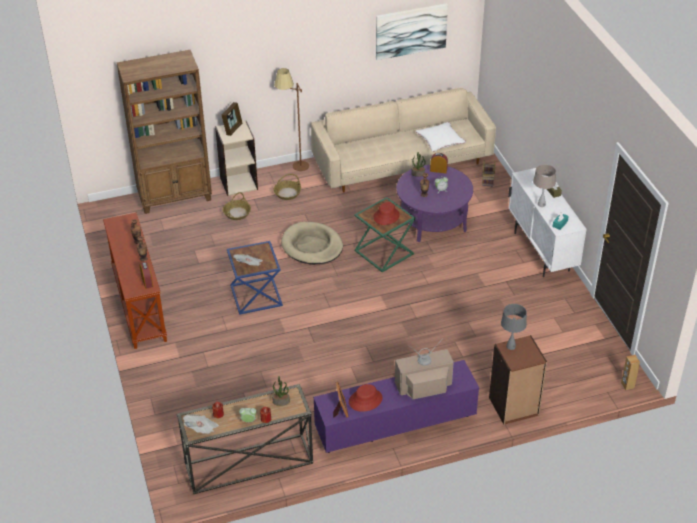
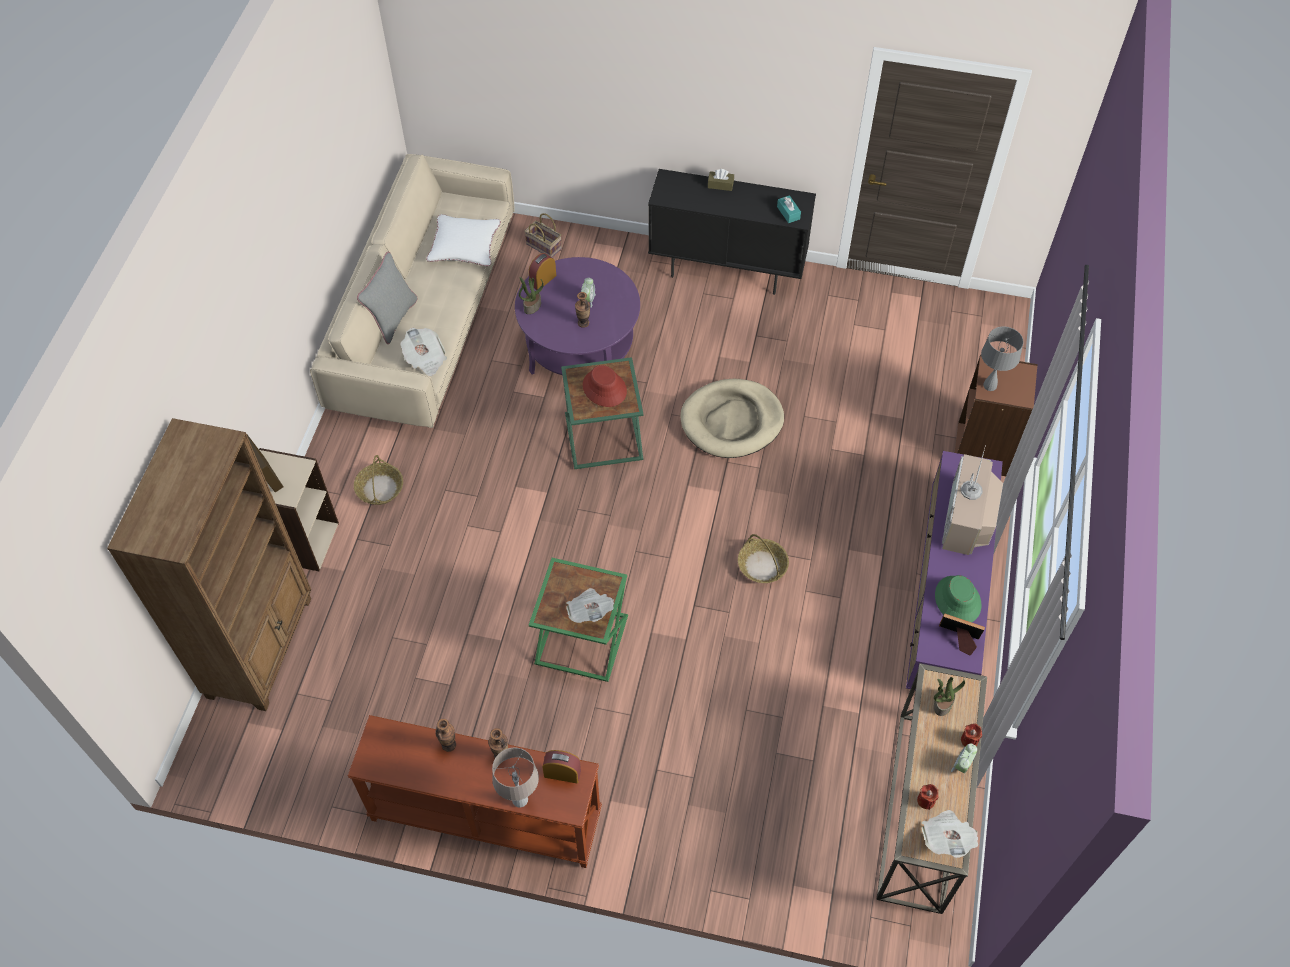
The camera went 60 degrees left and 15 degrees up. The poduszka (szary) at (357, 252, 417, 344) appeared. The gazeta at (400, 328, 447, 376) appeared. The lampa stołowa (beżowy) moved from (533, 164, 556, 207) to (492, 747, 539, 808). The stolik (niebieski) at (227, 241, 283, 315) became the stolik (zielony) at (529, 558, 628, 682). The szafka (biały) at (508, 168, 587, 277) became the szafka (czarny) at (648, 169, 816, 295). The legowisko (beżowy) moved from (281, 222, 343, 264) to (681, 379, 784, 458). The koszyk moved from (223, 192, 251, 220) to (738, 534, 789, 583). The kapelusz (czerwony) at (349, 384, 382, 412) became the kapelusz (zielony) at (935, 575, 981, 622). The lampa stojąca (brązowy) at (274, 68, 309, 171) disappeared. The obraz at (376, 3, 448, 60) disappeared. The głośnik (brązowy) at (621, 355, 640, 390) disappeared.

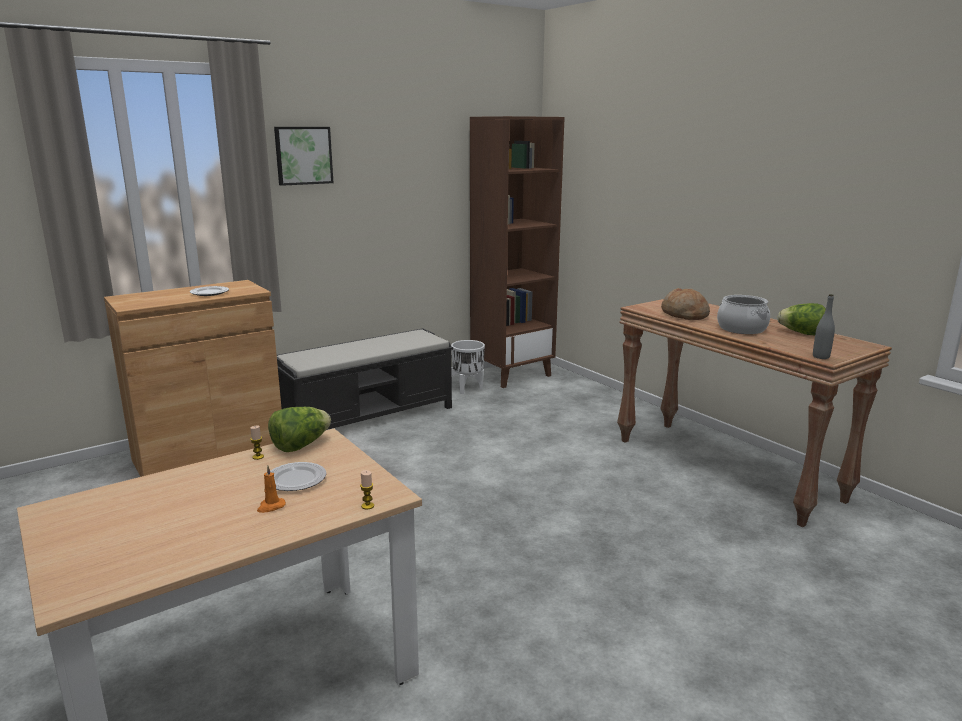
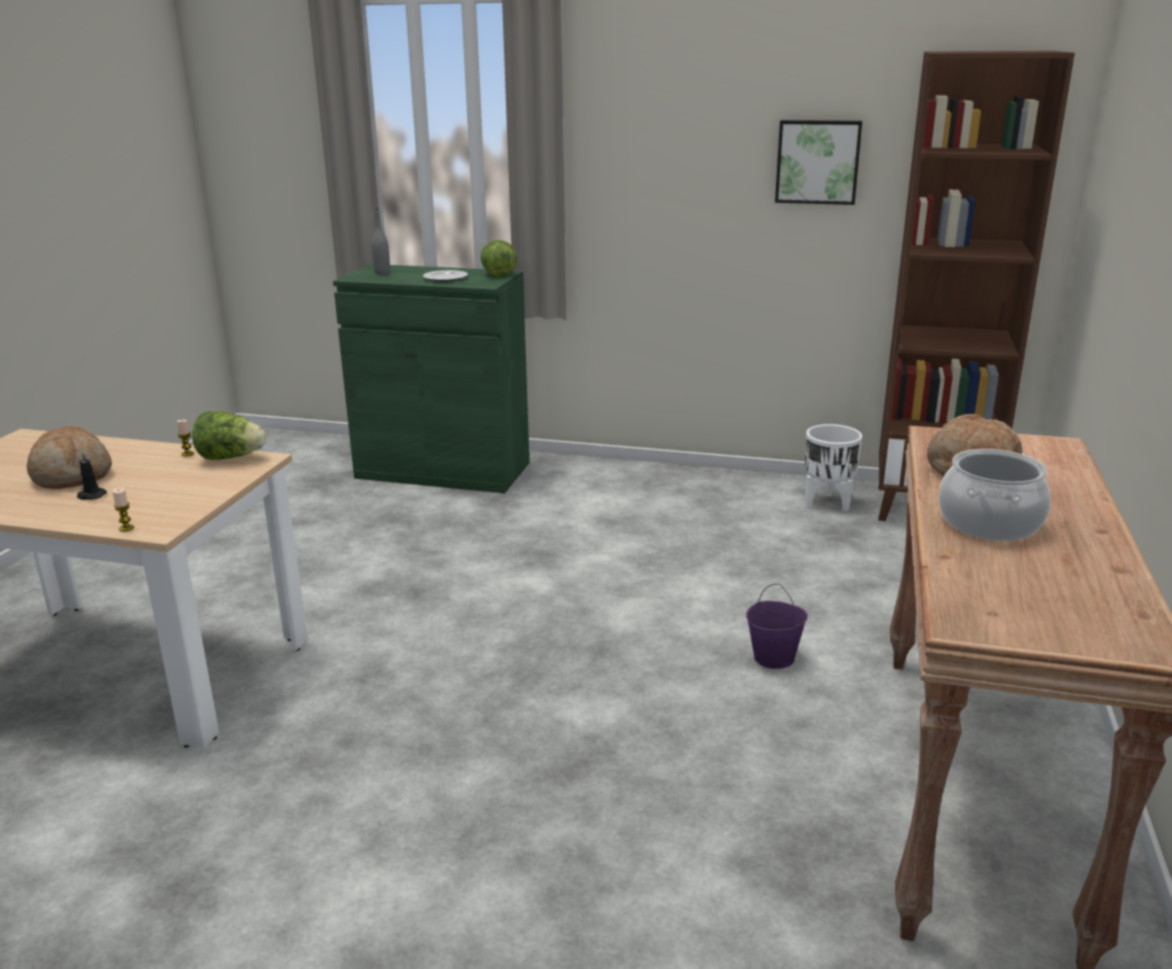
The camera went 50 degrees right and 5 degrees up. The chleb at (27, 426, 112, 489) appeared. The świeca (pomarańczowy) at (257, 466, 286, 513) became the świeca (czarny) at (77, 451, 107, 500). The szafka (brązowy) at (104, 280, 282, 477) became the szafka (zielony) at (333, 264, 529, 493). The butelka (szary) moved from (813, 294, 835, 359) to (372, 209, 390, 275). The sałata moved from (777, 303, 826, 335) to (481, 240, 517, 277). The wiadro (fioletowy) at (746, 584, 808, 669) appeared. The obraz moved from (274, 127, 333, 186) to (775, 120, 862, 205). The talerz at (270, 462, 326, 491) disappeared. The ławka (czarny) at (277, 328, 453, 430) disappeared.

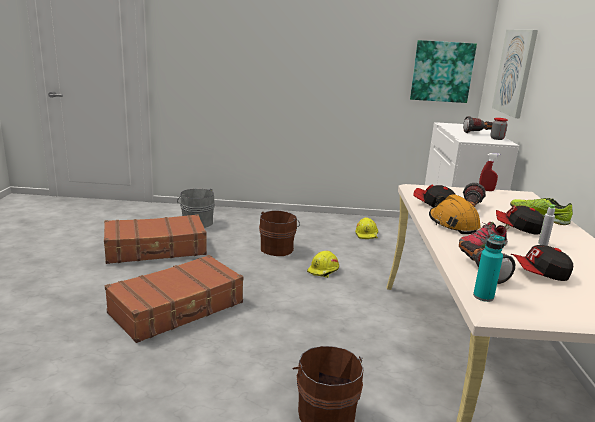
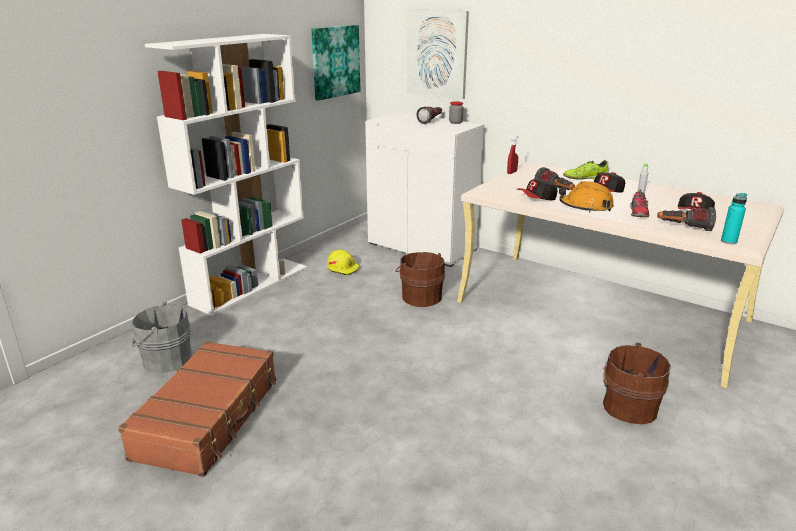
The camera went 55 degrees left and 5 degrees up. The regał (biały) at (145, 34, 307, 316) appeared. The wiadro (brązowy) moved from (259, 211, 300, 256) to (396, 252, 445, 307). The walizka (brązowy) at (105, 255, 243, 343) disappeared. The kask (żółty) at (307, 250, 339, 278) disappeared.

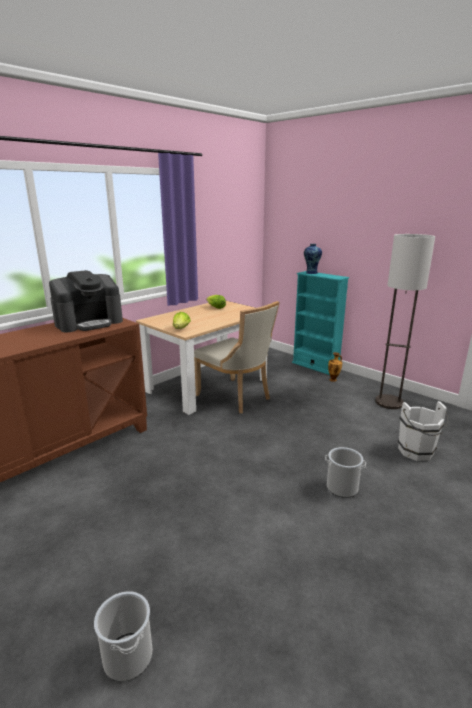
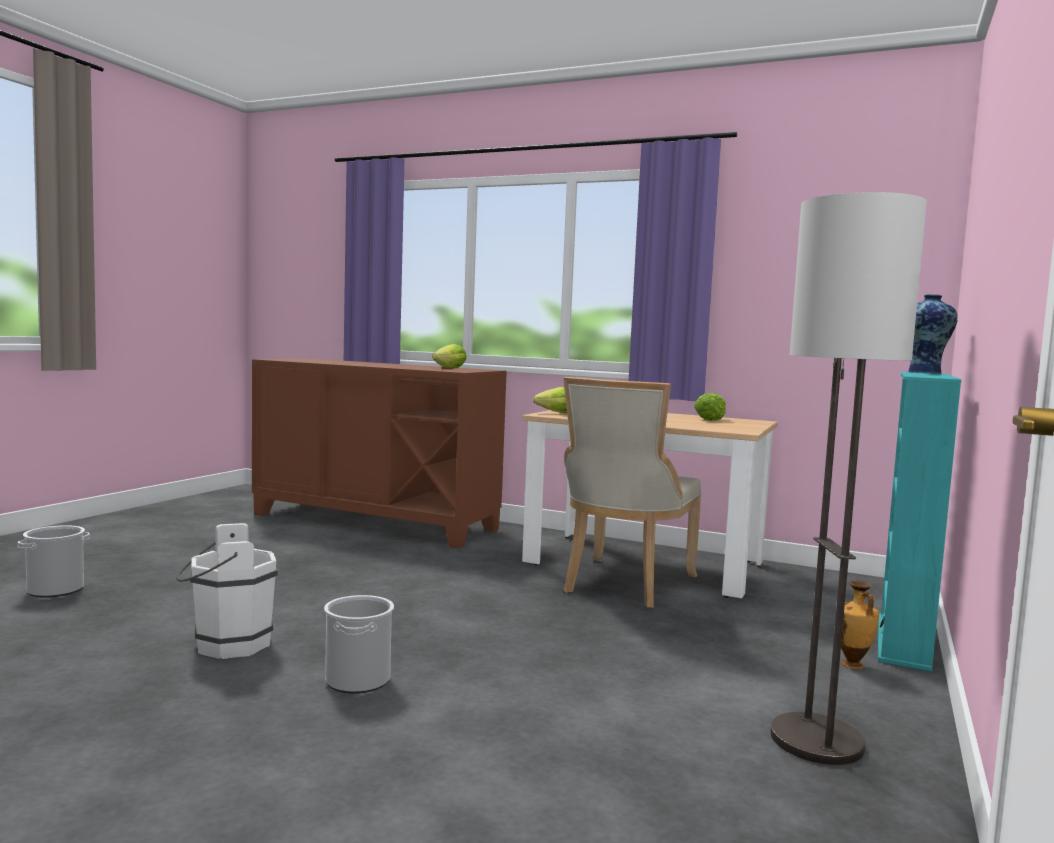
The camera went 70 degrees right and 15 degrees down. The wiadro (biały) moved from (398, 401, 448, 461) to (176, 523, 278, 659). The ekspres do kawy at (49, 270, 123, 332) was replaced by the sałata at (432, 344, 467, 368).

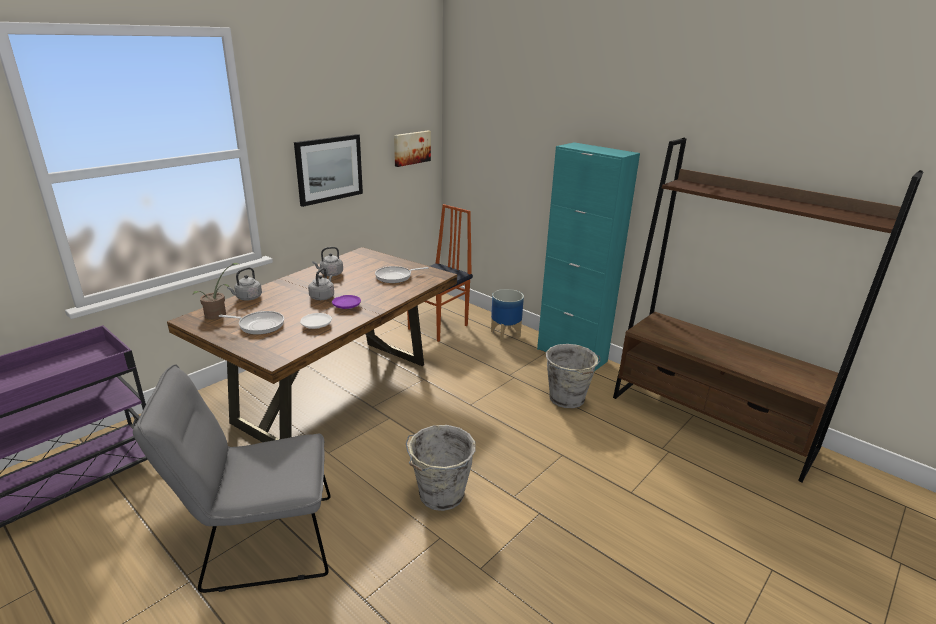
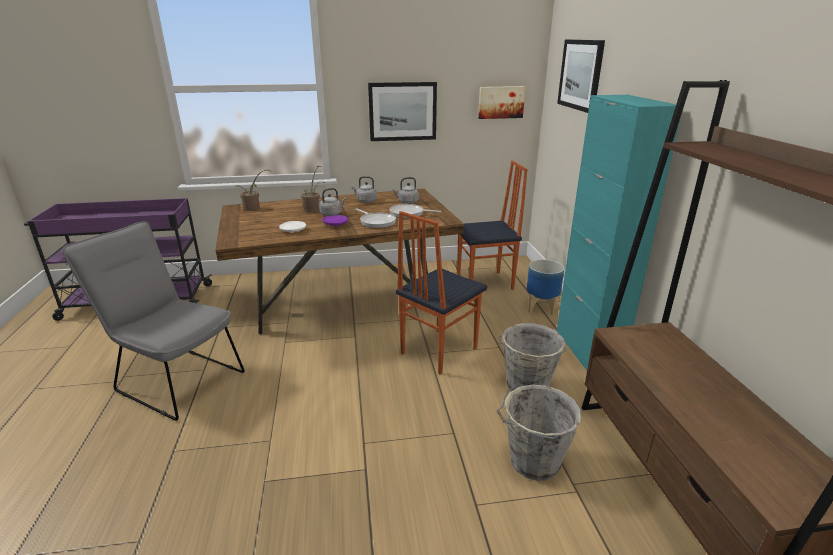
The camera went 40 degrees right and 0 degrees up. The roślina doniczkowa at (301, 166, 325, 213) appeared. The patelnia moved from (219, 311, 284, 335) to (355, 208, 396, 228). The czajnik (szary) moved from (227, 267, 262, 301) to (392, 177, 419, 204). The krzesło at (396, 211, 487, 375) appeared. The wiadro (szary) moved from (406, 425, 476, 511) to (497, 384, 581, 481). The obraz at (557, 40, 605, 113) appeared.

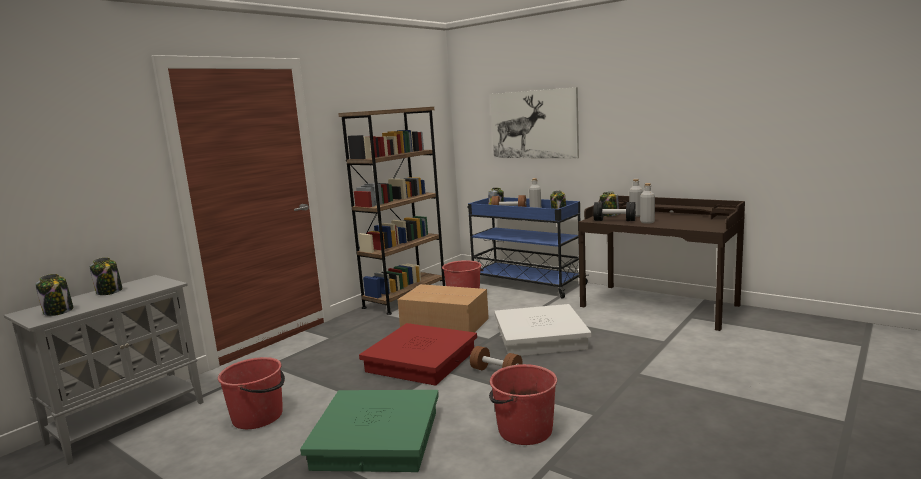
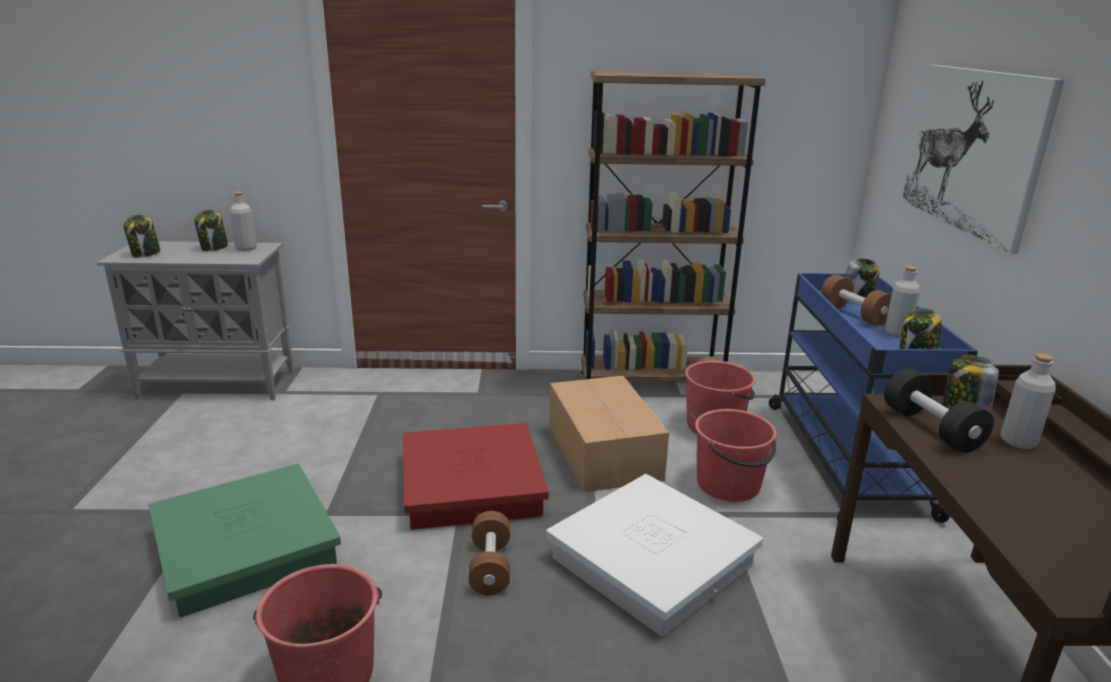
The camera went 50 degrees right and 10 degrees up. The butelka (szary) moved from (640, 183, 655, 224) to (230, 192, 257, 251). The wiadro (czerwony) moved from (218, 357, 285, 429) to (695, 409, 776, 502).

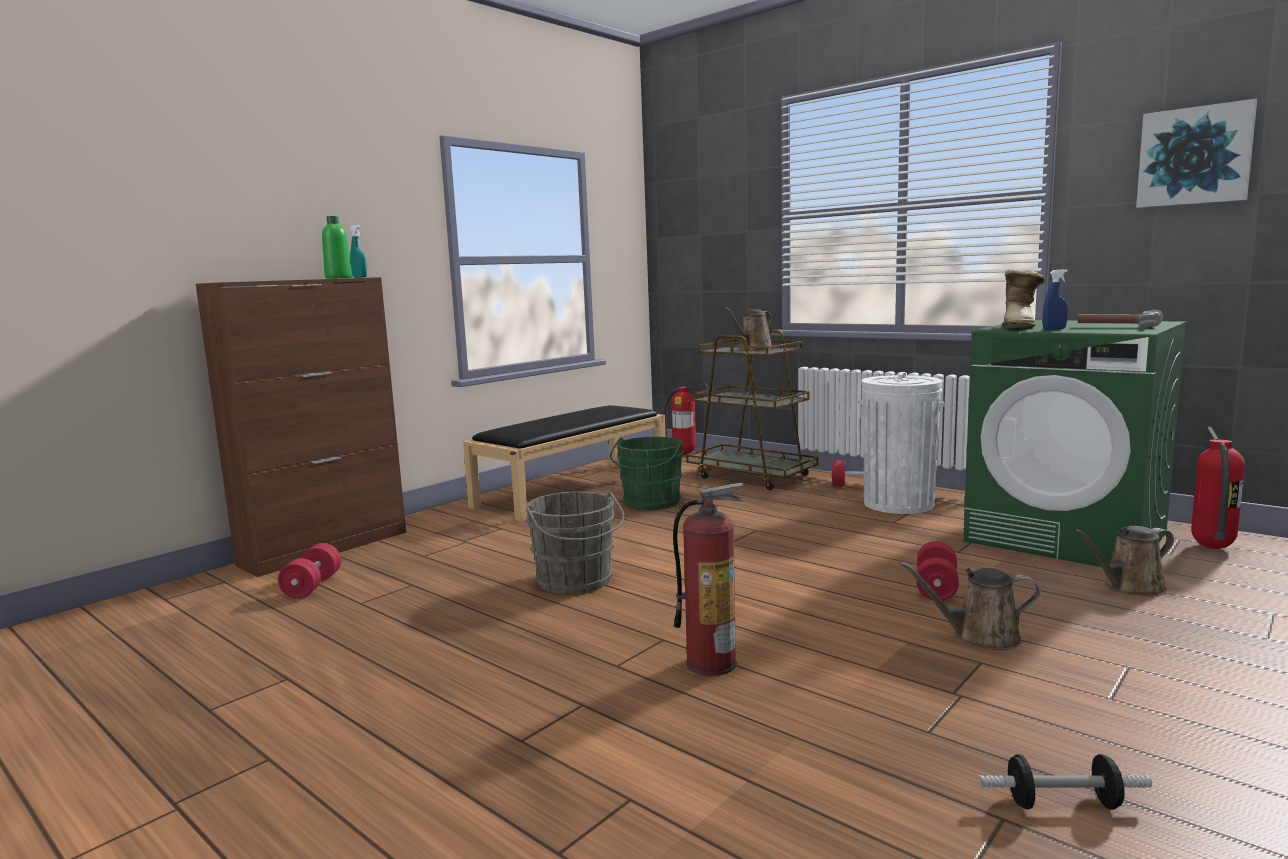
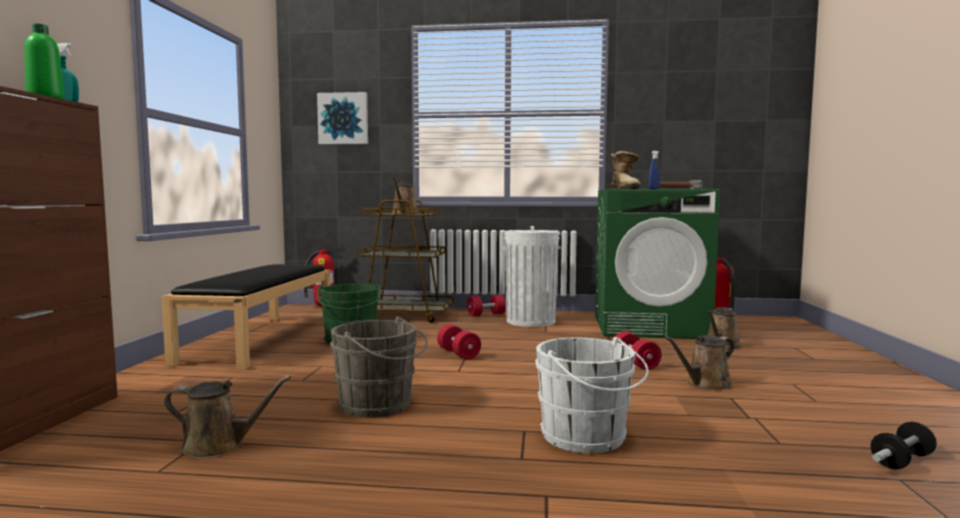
The camera went 35 degrees left and 5 degrees down. The konewka (brązowy) at (164, 376, 291, 459) appeared. The obraz moved from (1136, 99, 1257, 208) to (317, 92, 368, 145). The hantel (czerwony) moved from (278, 543, 341, 599) to (437, 324, 481, 359). The gaśnica at (673, 483, 743, 676) was replaced by the wiadro (biały) at (535, 337, 649, 453).

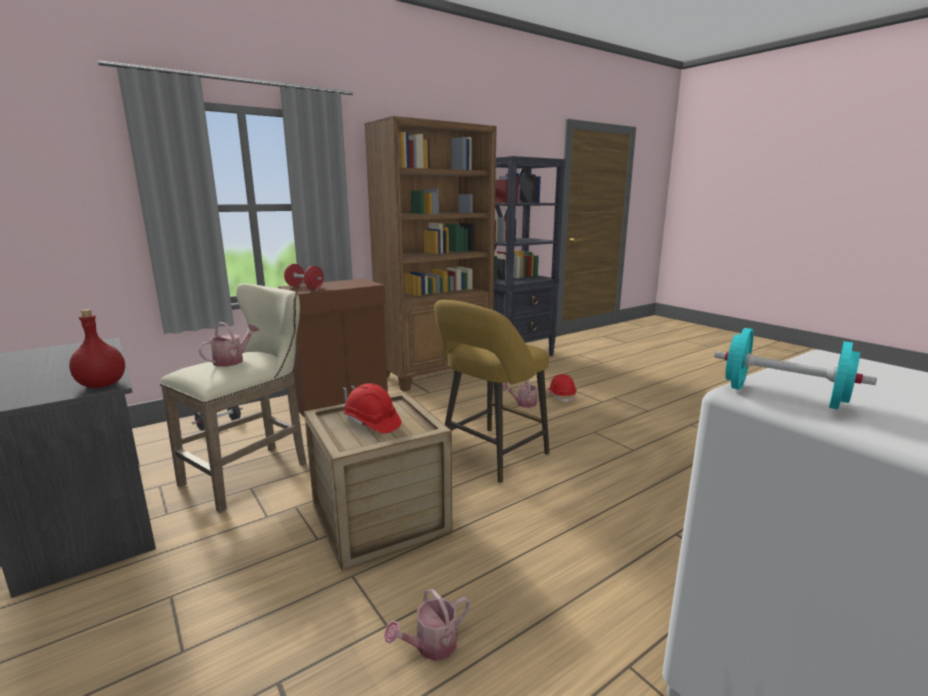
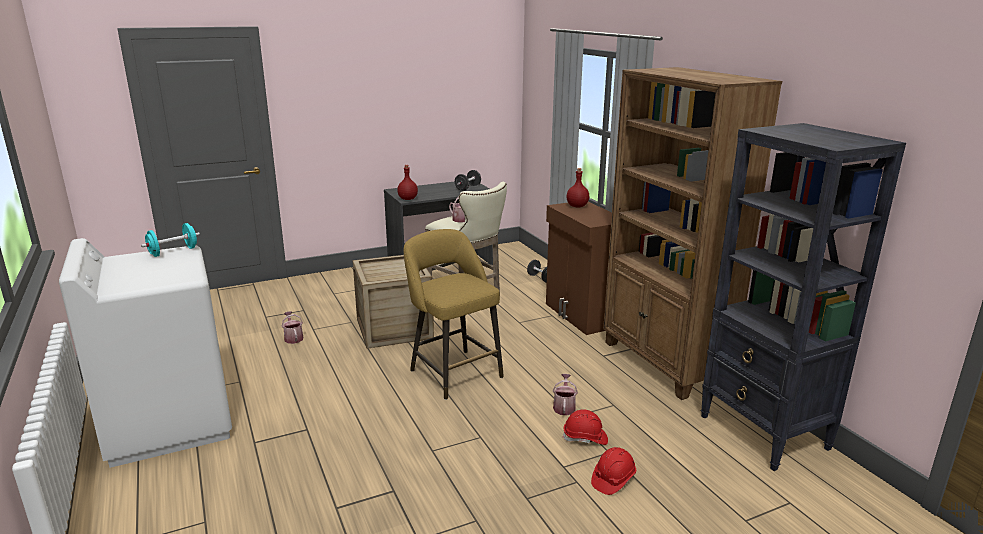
The camera went 100 degrees right and 5 degrees up. The hantel (czarny) at (455, 170, 481, 191) appeared. The hantel (czerwony) at (284, 264, 324, 289) was replaced by the butelka (czerwony) at (567, 168, 589, 207). The kask (czerwony) moved from (344, 384, 402, 433) to (591, 447, 636, 495).

